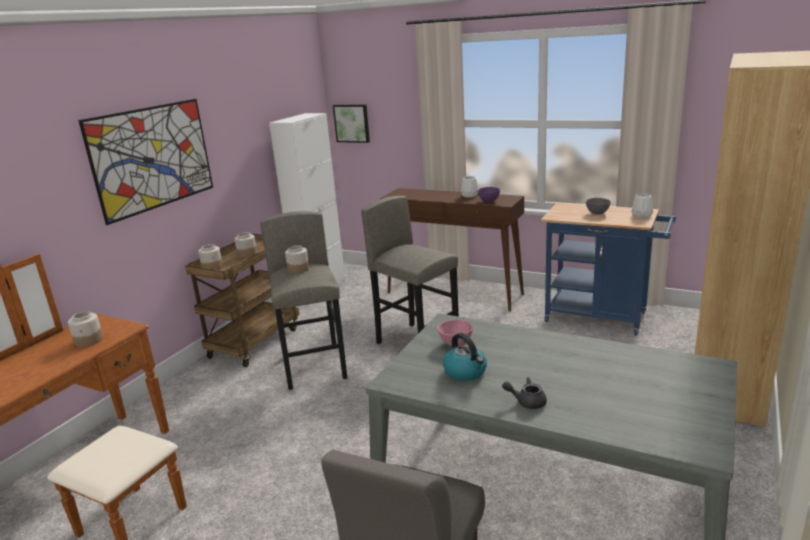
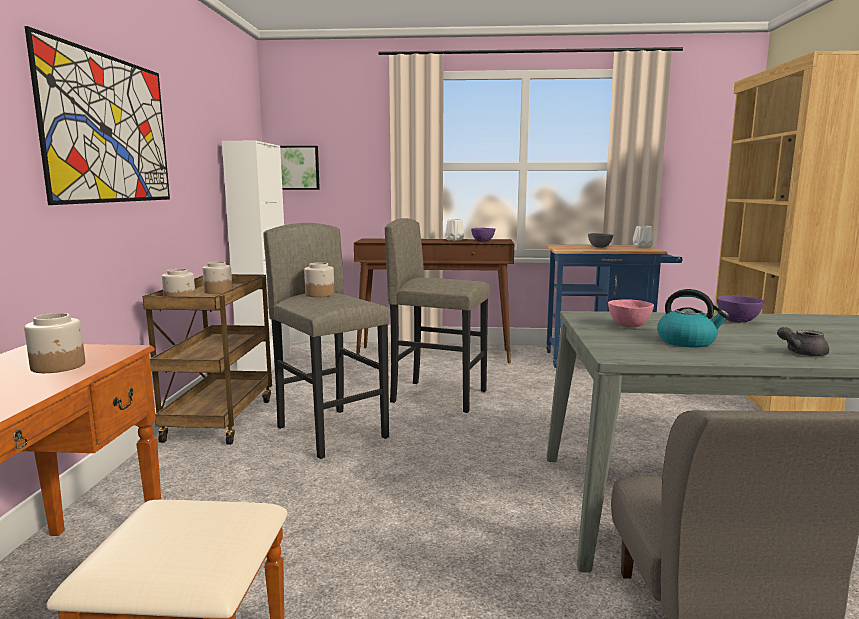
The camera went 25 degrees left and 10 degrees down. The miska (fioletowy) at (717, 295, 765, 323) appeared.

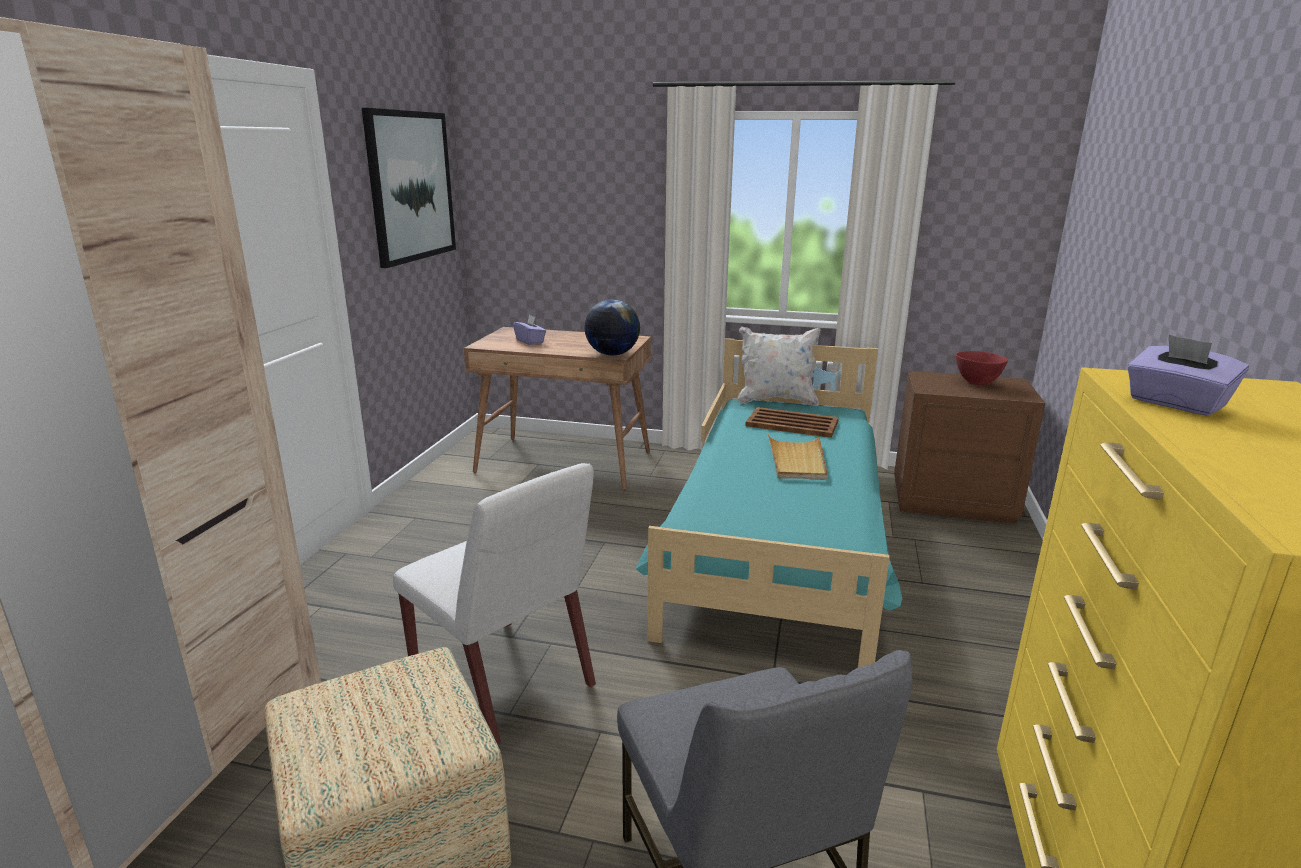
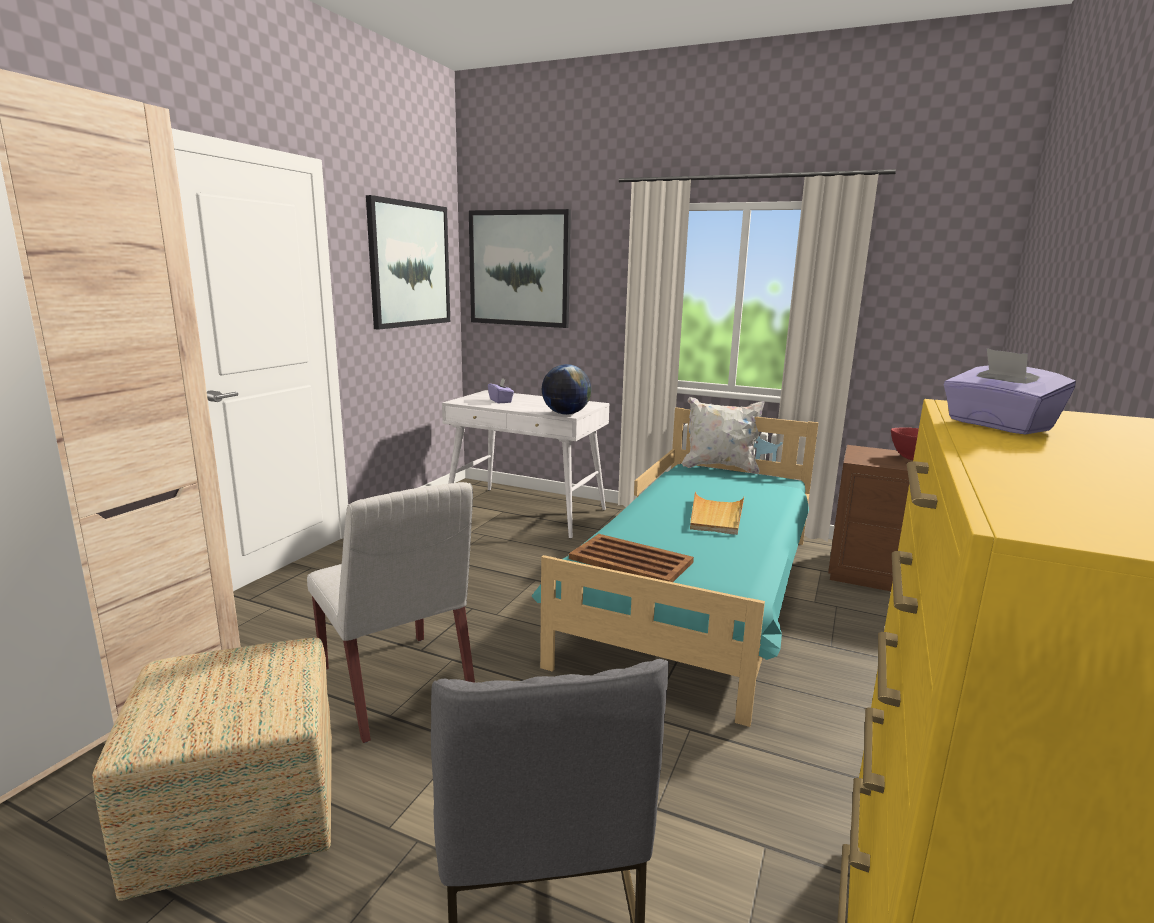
The camera went 10 degrees right and 5 degrees down. The biurko (brązowy) at (464, 327, 651, 490) became the biurko (biały) at (442, 390, 610, 539). The obraz at (469, 209, 571, 328) appeared. The taca (brązowy) moved from (745, 407, 839, 438) to (569, 534, 694, 582).

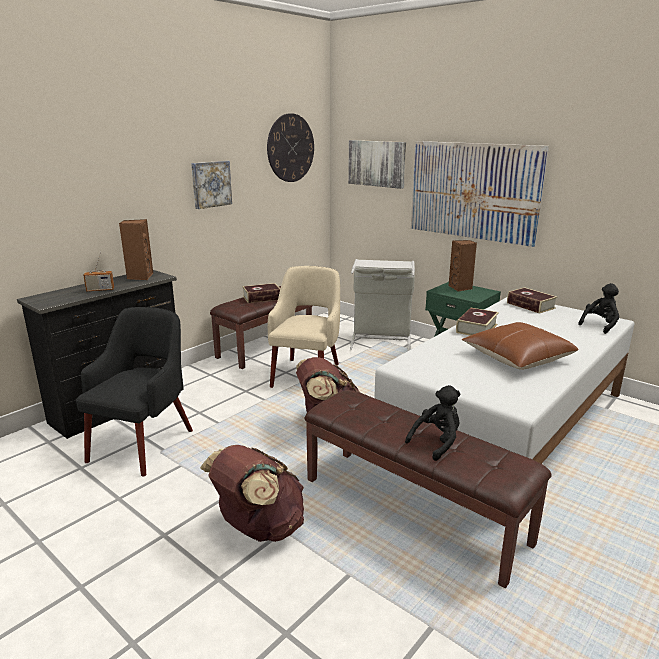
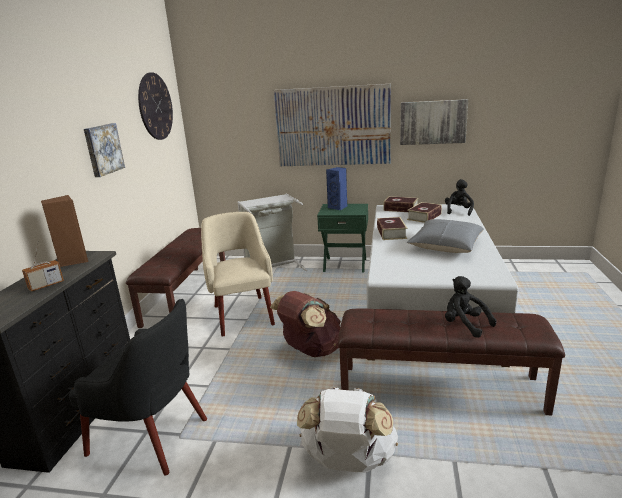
The camera went 30 degrees left and 0 degrees up. The fotel (czarny) at (76, 307, 193, 477) turned 120 degrees clockwise. The plecak (brązowy) at (200, 445, 304, 542) became the plecak (biały) at (297, 387, 398, 472). The głośnik (brązowy) at (449, 240, 477, 292) became the głośnik (niebieski) at (326, 167, 347, 210). The obraz moved from (348, 140, 406, 189) to (400, 99, 468, 145). The książka moved from (242, 283, 281, 303) to (407, 202, 442, 223). The poduszka (brązowy) at (462, 322, 579, 370) became the poduszka (szary) at (407, 219, 484, 253). The pluszak (czarny) at (405, 385, 460, 461) turned 60 degrees counterclockwise.

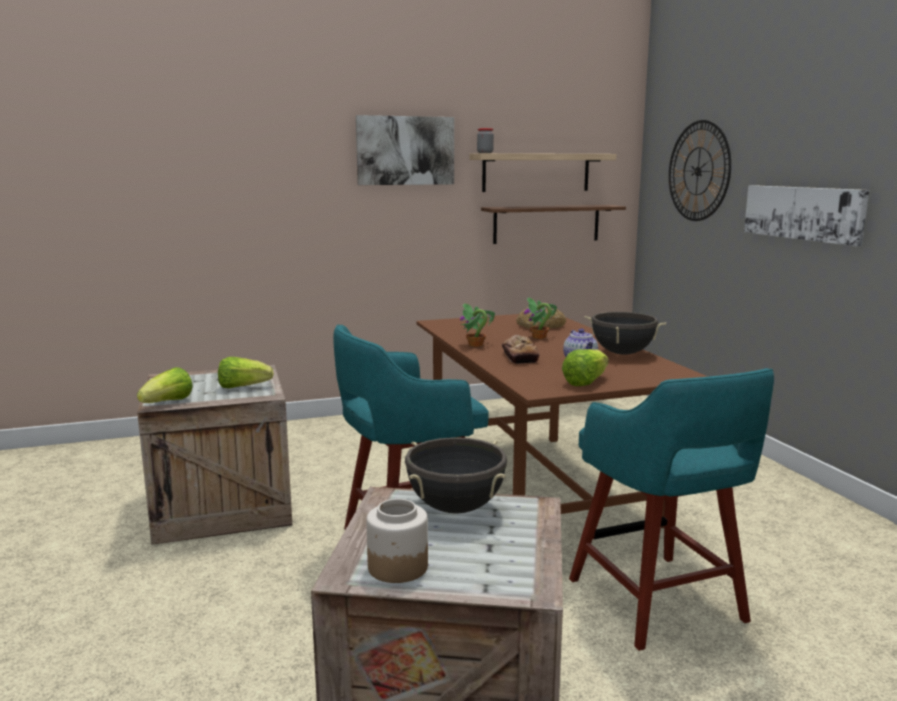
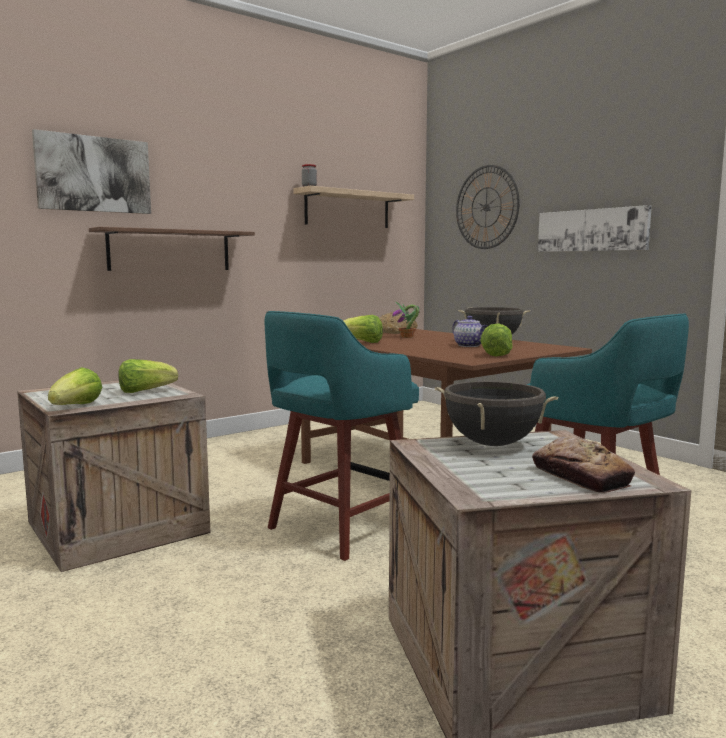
The camera went 20 degrees left and 5 degrees down. The obraz moved from (356, 115, 454, 185) to (32, 129, 151, 214). The półka moved from (481, 205, 626, 244) to (89, 227, 255, 271). The roślina doniczkowa at (460, 303, 495, 347) was replaced by the sałata at (343, 315, 383, 343). The chleb moved from (502, 335, 540, 364) to (532, 437, 635, 493). The słoik at (366, 499, 428, 583) disappeared.

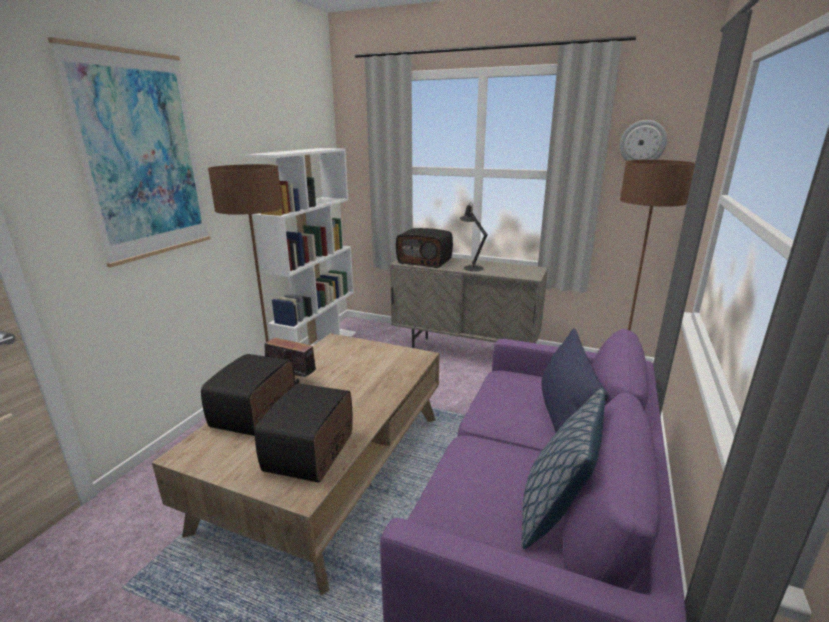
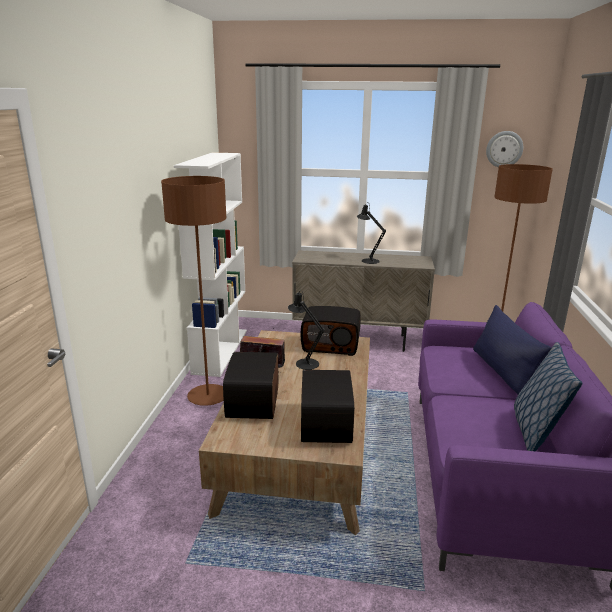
The camera went 15 degrees left and 0 degrees up. The lampa stołowa (czarny) at (288, 290, 325, 370) appeared. The radio moved from (396, 228, 453, 268) to (301, 306, 361, 356). The obraz at (48, 37, 211, 267) disappeared.

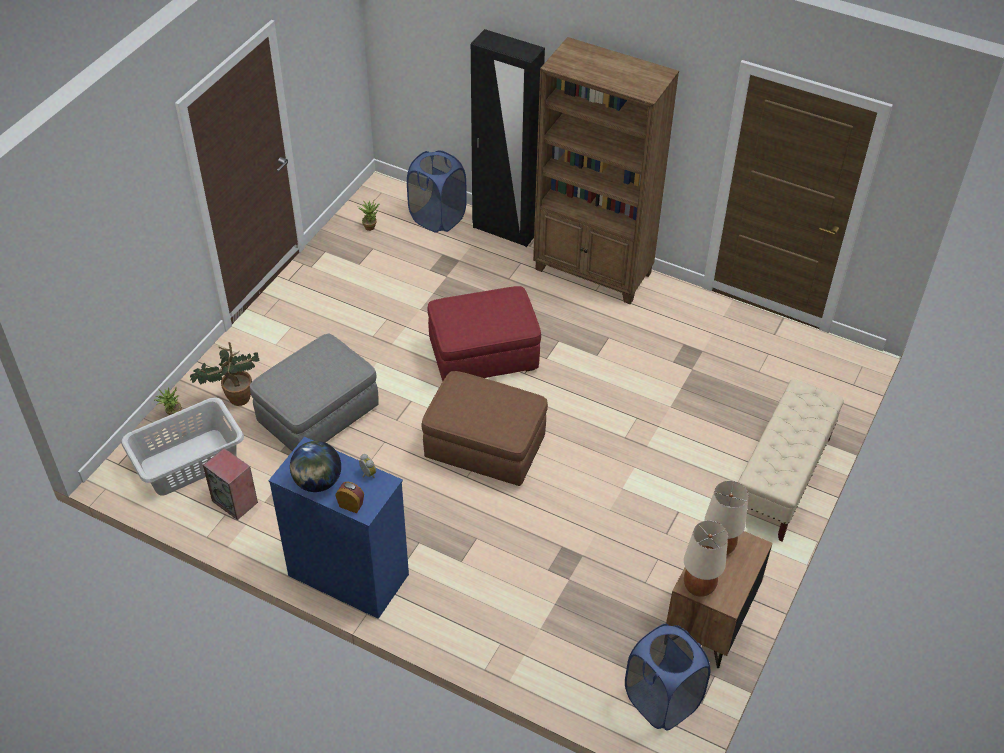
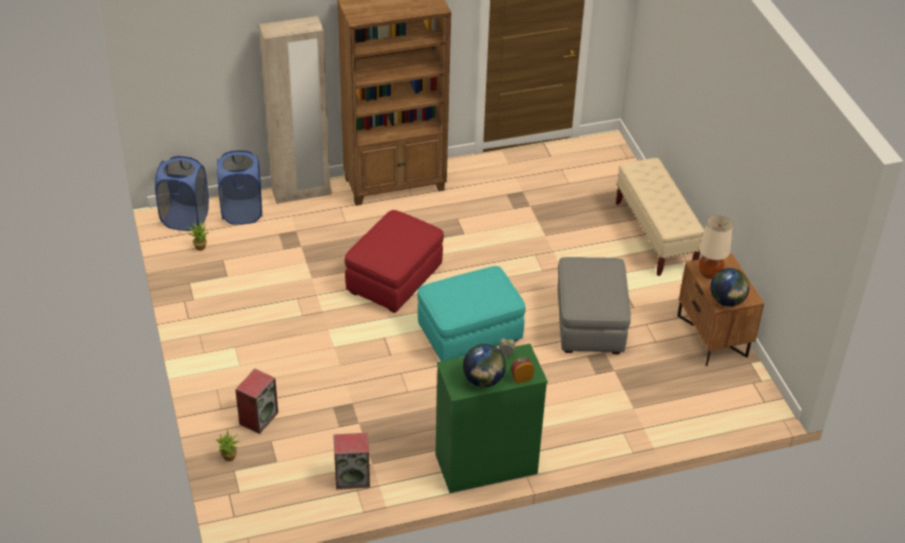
The camera went 45 degrees left and 5 degrees down. The kosz na pranie (niebieski) moved from (625, 624, 710, 731) to (155, 156, 209, 231). The roślina doniczkowa at (190, 342, 260, 406) was replaced by the głośnik at (235, 369, 278, 434). The szafa (czarny) at (471, 29, 545, 247) became the szafa (beżowy) at (259, 16, 331, 204). The pufa (brązowy) at (421, 371, 548, 486) became the pufa (turkusowy) at (418, 266, 526, 361). The komoda (niebieski) at (269, 437, 409, 619) became the komoda (zielony) at (435, 344, 548, 493). The pufa (szary) moved from (250, 334, 378, 451) to (558, 257, 631, 354). The lampa stołowa (beżowy) at (684, 521, 728, 597) was replaced by the globus at (710, 268, 749, 307). The kosz na pranie (szary) at (121, 398, 244, 496) disappeared.

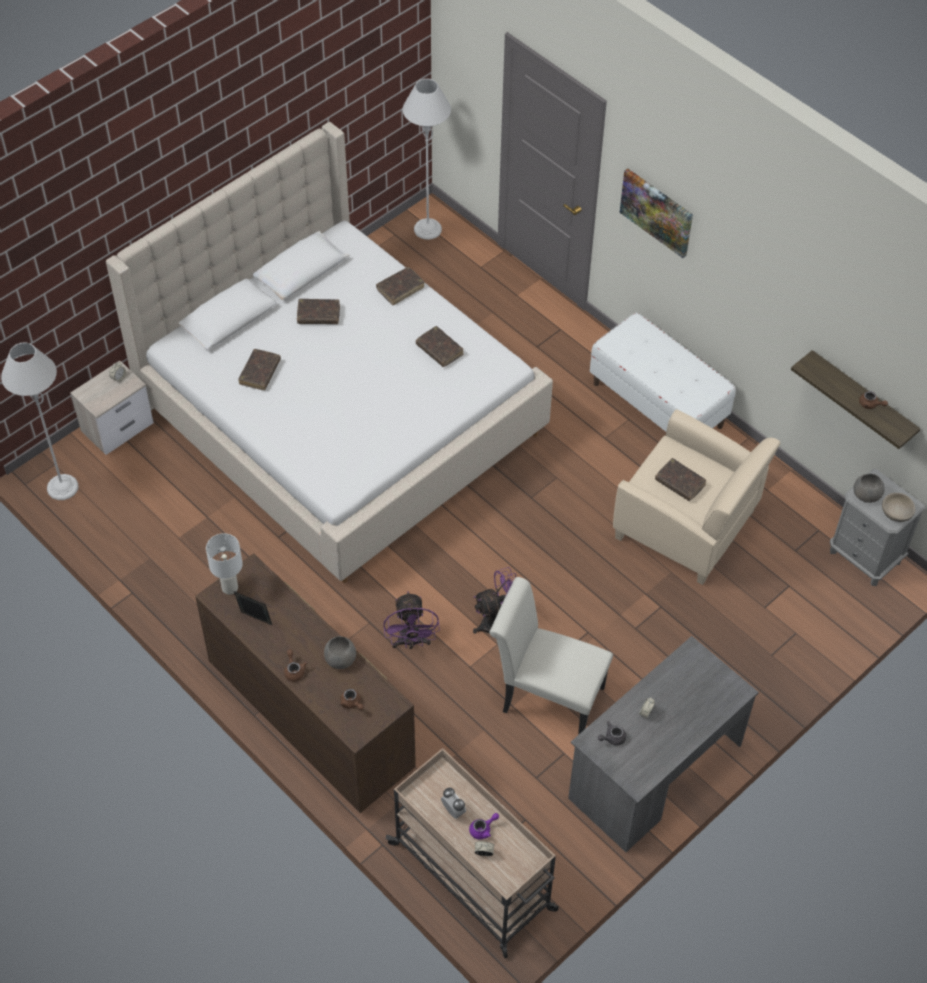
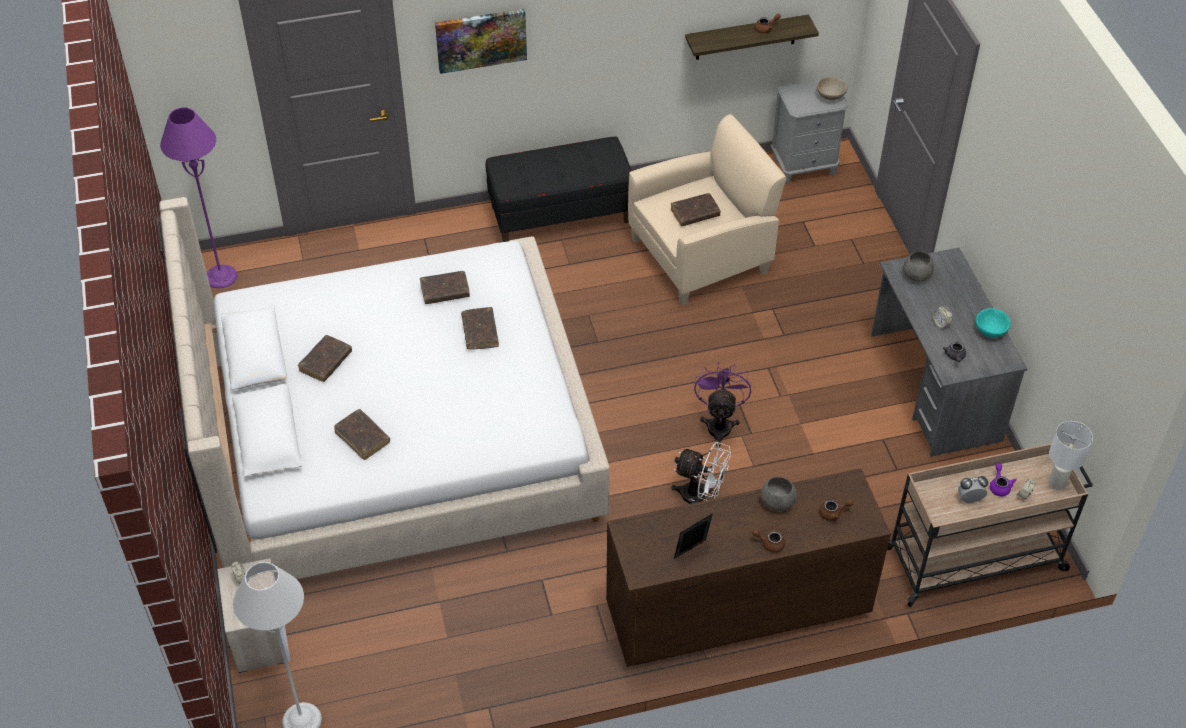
The camera went 60 degrees left and 5 degrees down. The lampa stojąca (szary) at (403, 79, 451, 240) became the lampa stojąca (fioletowy) at (160, 107, 237, 288). The książka (brązowy) moved from (376, 267, 425, 305) to (461, 307, 499, 349). The ławka (biały) at (590, 313, 736, 432) became the ławka (czarny) at (485, 137, 632, 242). The wentylator (fioletowy) at (383, 591, 440, 649) became the wentylator (biały) at (671, 442, 731, 504). The miska (szary) moved from (853, 473, 885, 503) to (903, 251, 934, 282). The miska (turkusowy) at (976, 308, 1011, 338) appeared. The lampa stołowa (biały) moved from (206, 533, 242, 595) to (1048, 421, 1093, 490). The krzesło (biały) at (489, 577, 613, 735) disappeared.

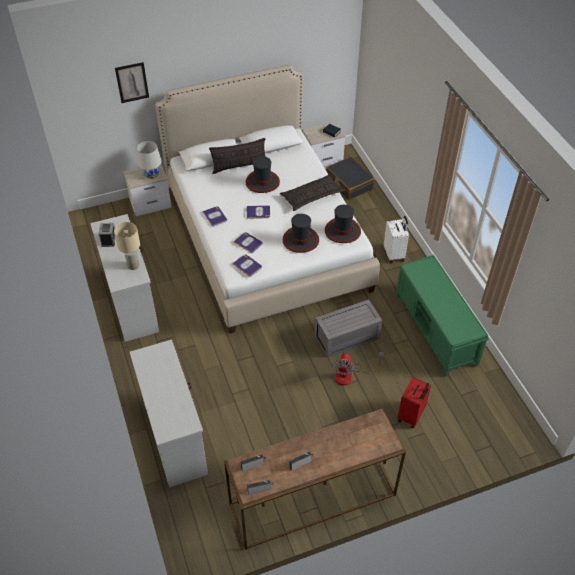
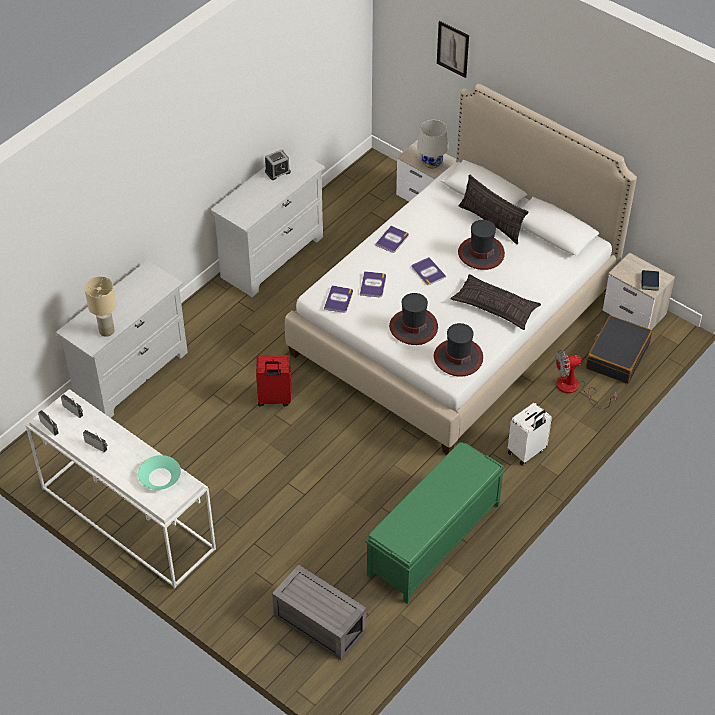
The camera went 60 degrees right and 0 degrees up. The stolik konsolowy (brązowy) at (224, 409, 406, 550) became the stolik konsolowy (biały) at (26, 390, 216, 588). The lampa stołowa (beżowy) moved from (114, 222, 140, 270) to (84, 276, 116, 337). The miska (turkusowy) at (138, 455, 181, 490) appeared. The walizka (czerwony) moved from (397, 377, 431, 429) to (256, 355, 291, 407). The pojemnik do przechowywania (szary) moved from (315, 299, 383, 357) to (272, 565, 366, 660). The wentylator moved from (332, 352, 384, 385) to (555, 350, 617, 409).

